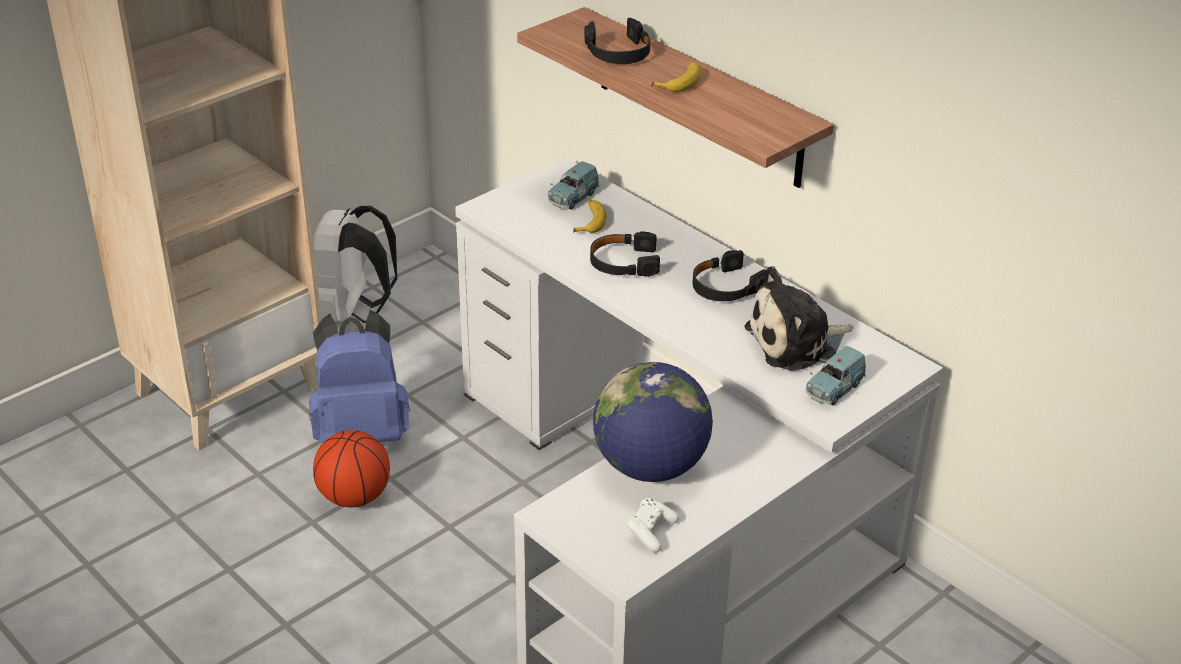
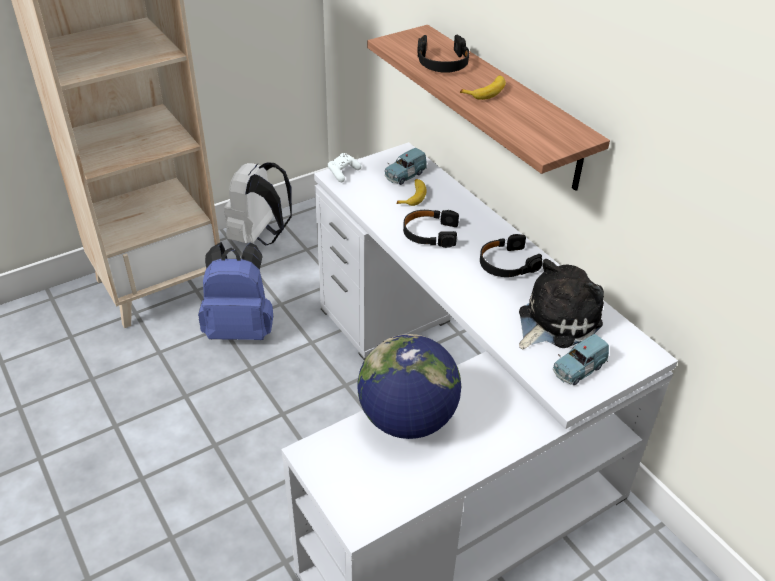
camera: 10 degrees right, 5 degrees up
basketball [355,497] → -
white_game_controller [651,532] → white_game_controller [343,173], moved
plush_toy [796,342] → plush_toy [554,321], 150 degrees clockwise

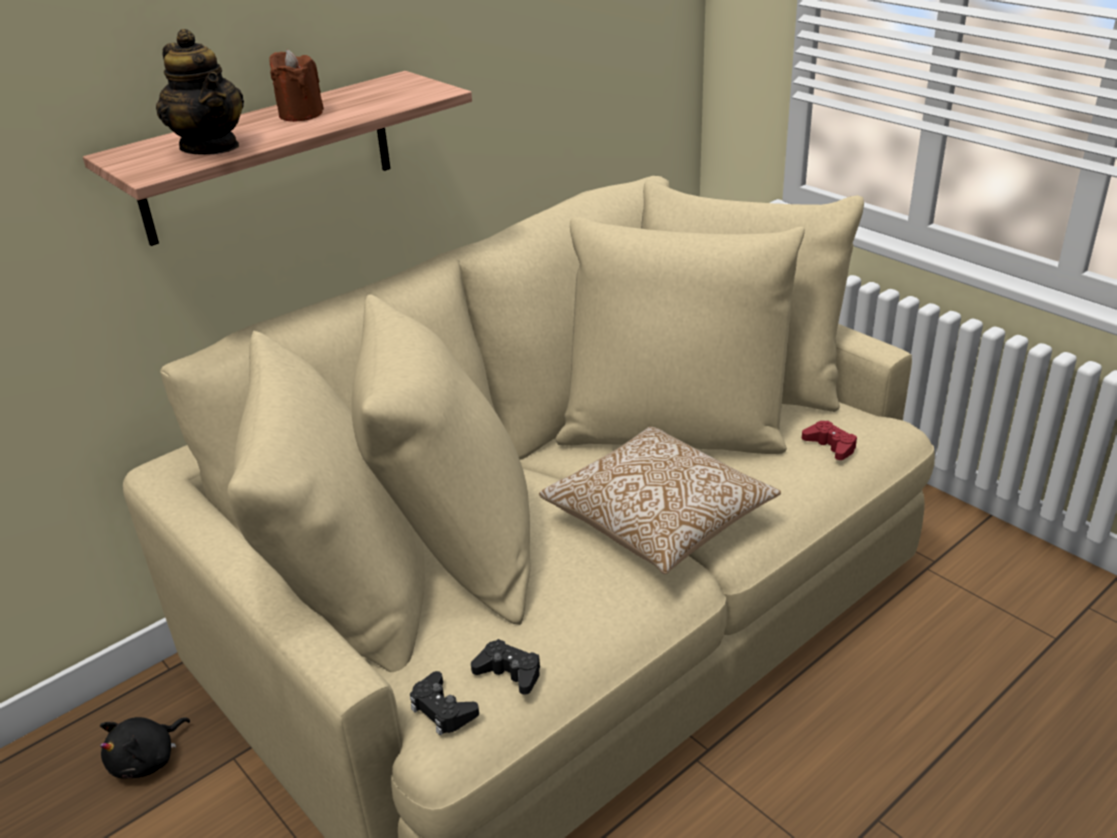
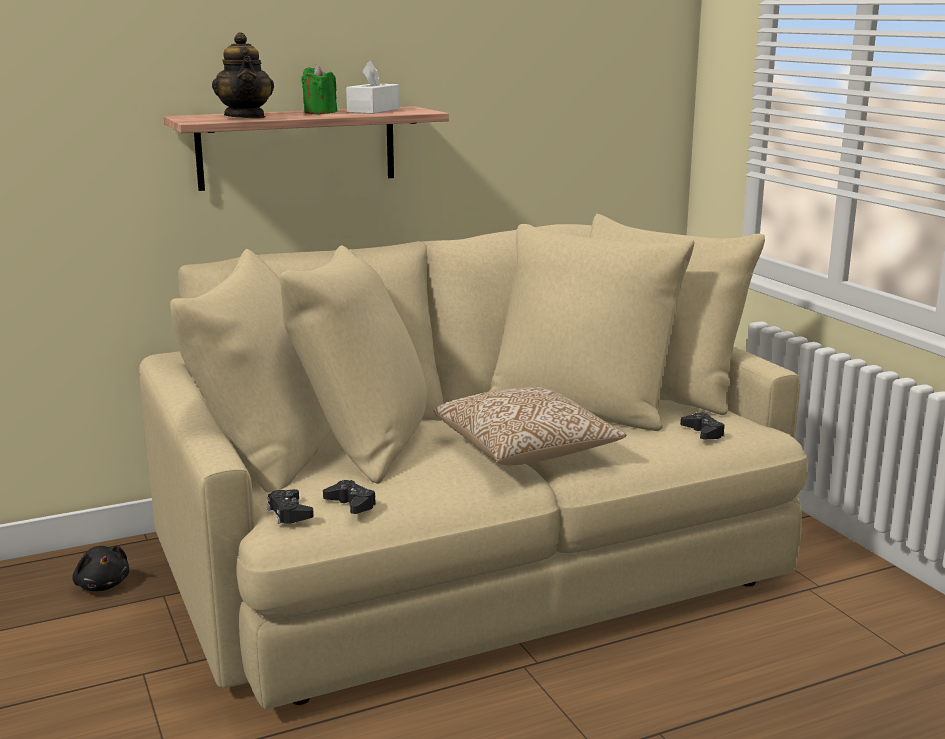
camera: 15 degrees right, 15 degrees down
- → white_tissue_box [373,110]
brown_candle [301,114] → green_candle [320,112]
red_game_controller [830,446] → black_game_controller [703,432]
black_plush_toy [147,760] → black_plush_toy [102,585], 90 degrees counterclockwise

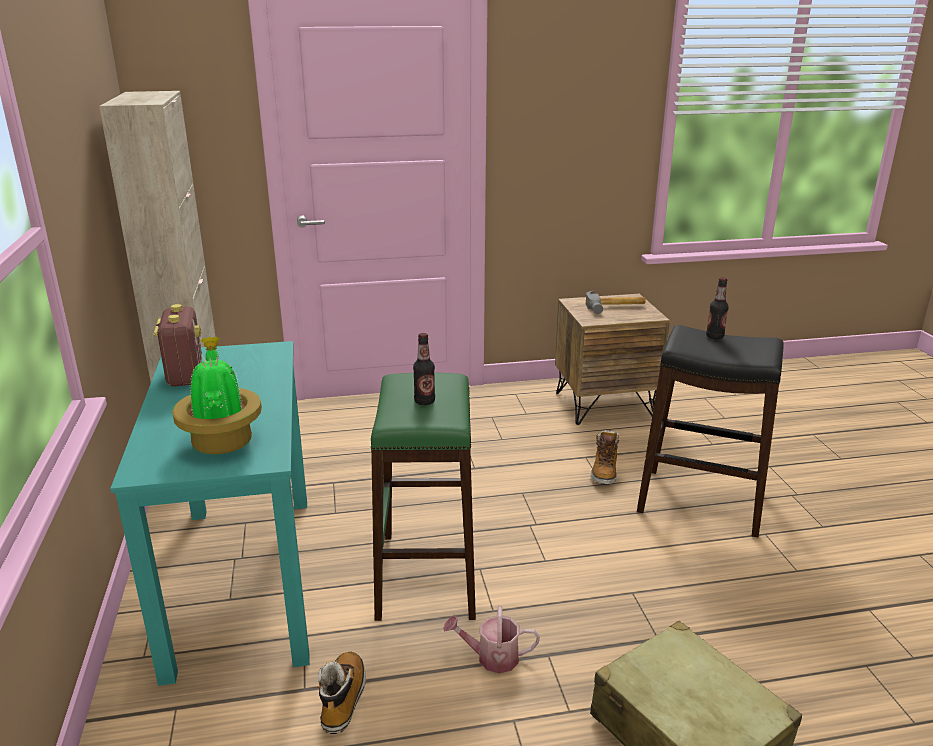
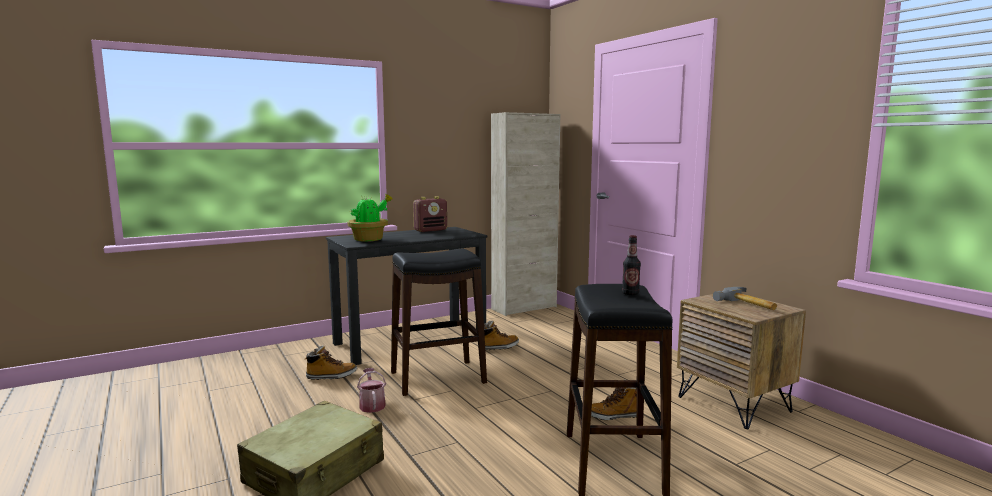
camera: 70 degrees right, 15 degrees down
bottle [424,401] → -
- → boot [498,347]
turquoise_desk [244,578] → black_desk [410,341]
green_stool [427,575] → black_stool [437,378]

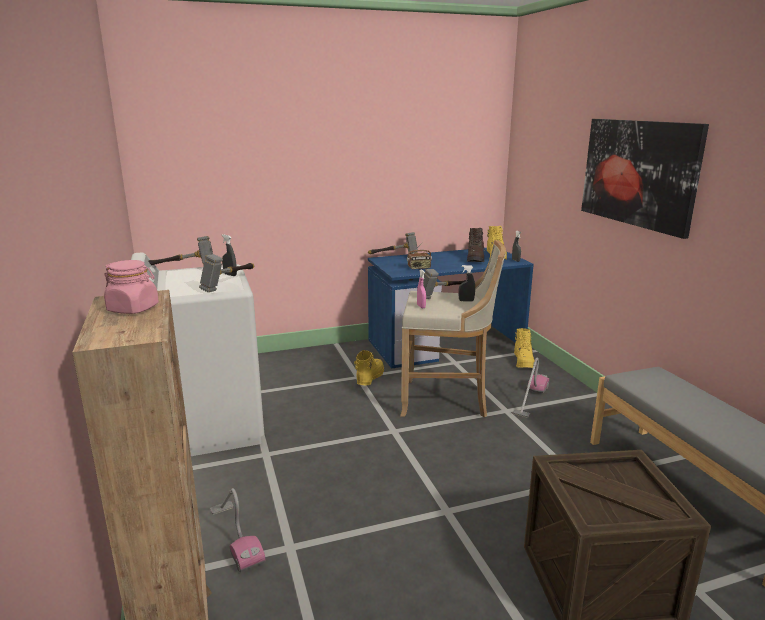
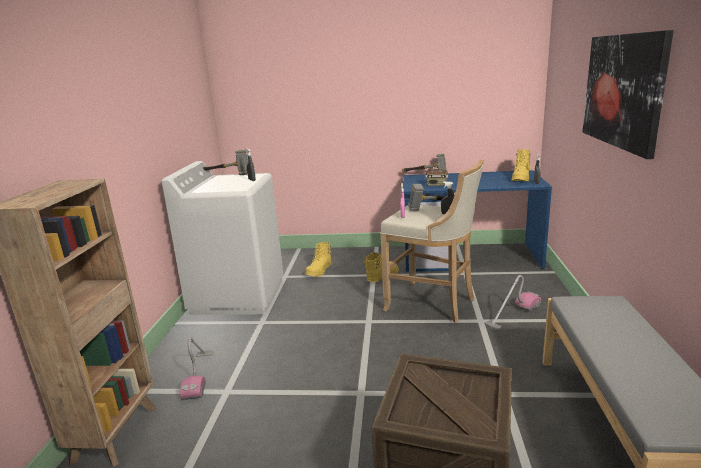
camera: 25 degrees right, 0 degrees up
pink_jar [133,309] → -
hammer [229,284] → -
brown_boot [475,259] → -
yellow_boot [523,362] → yellow_boot [319,271], moved

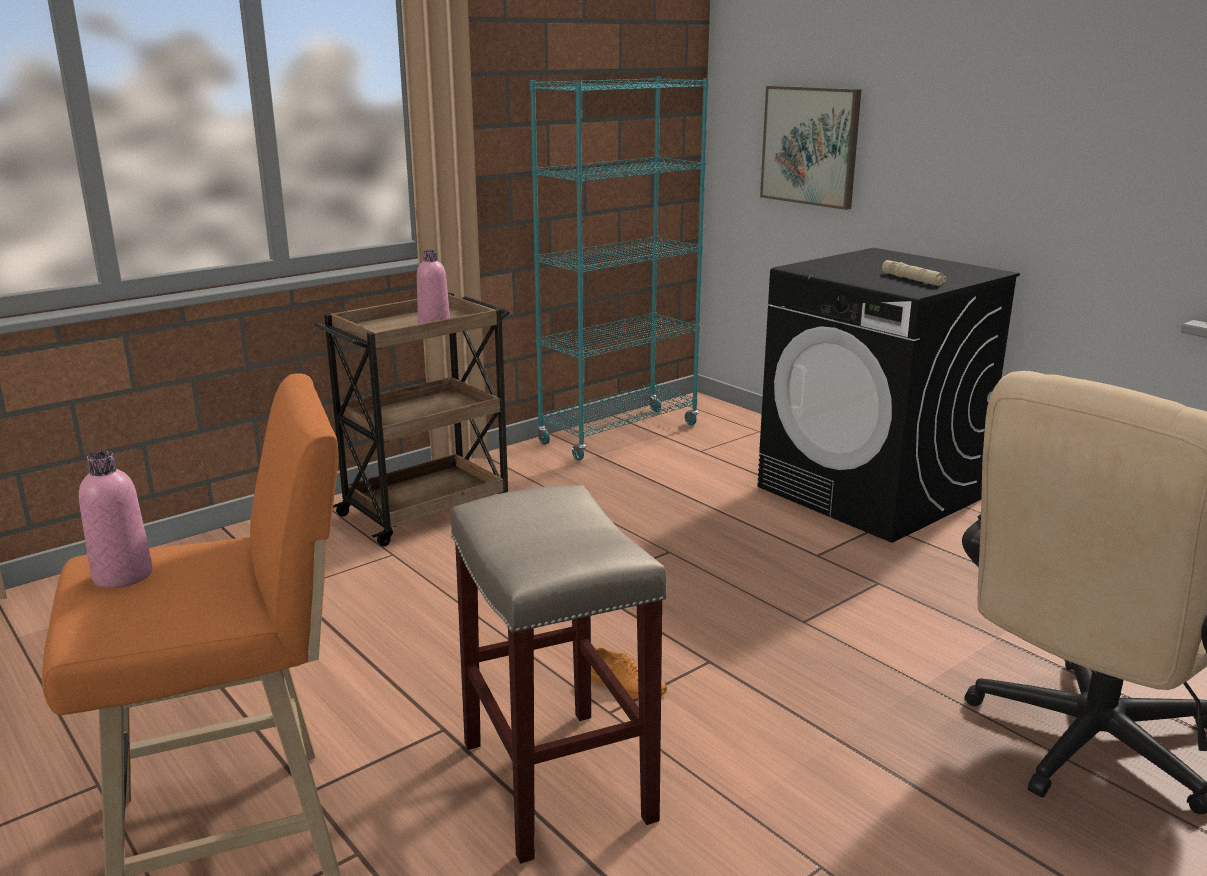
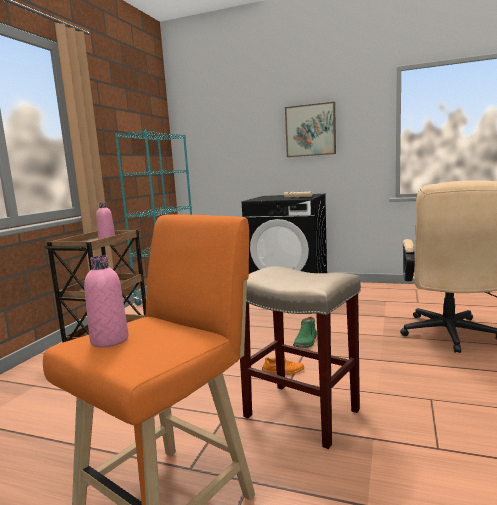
camera: 30 degrees left, 10 degrees down
- → green_boot [306,342]
picture [810,146] → picture [310,130], moved

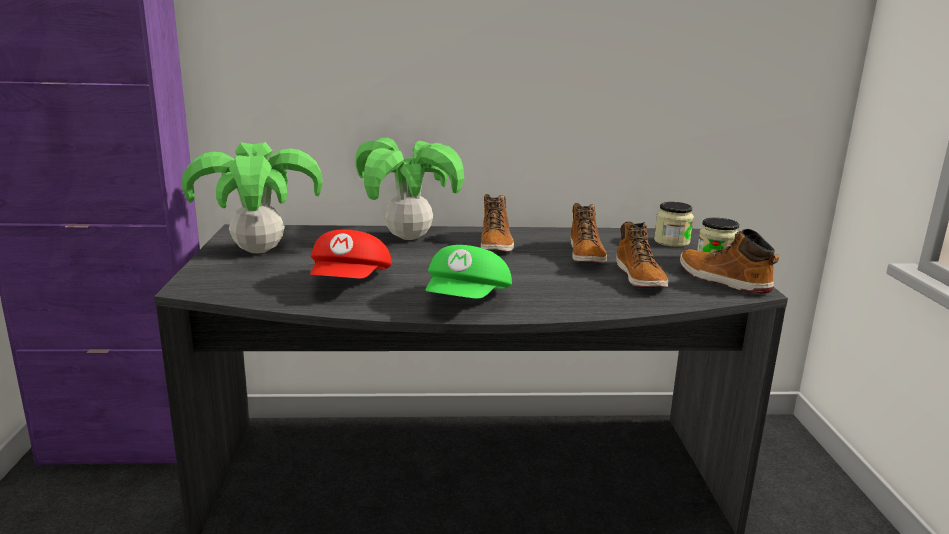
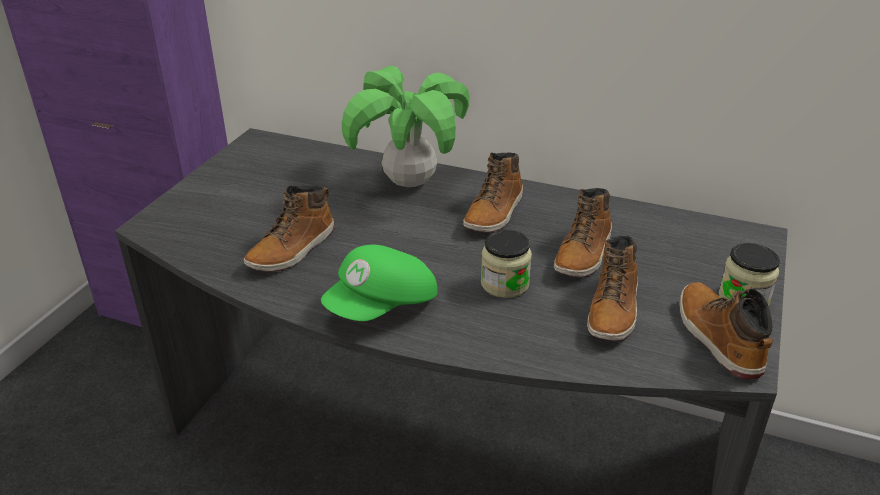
camera: 25 degrees right, 15 degrees up
potted_plant [258,250] → -
jar [671,242] → jar [504,284], moved
red_cap [351,283] → boot [293,250]

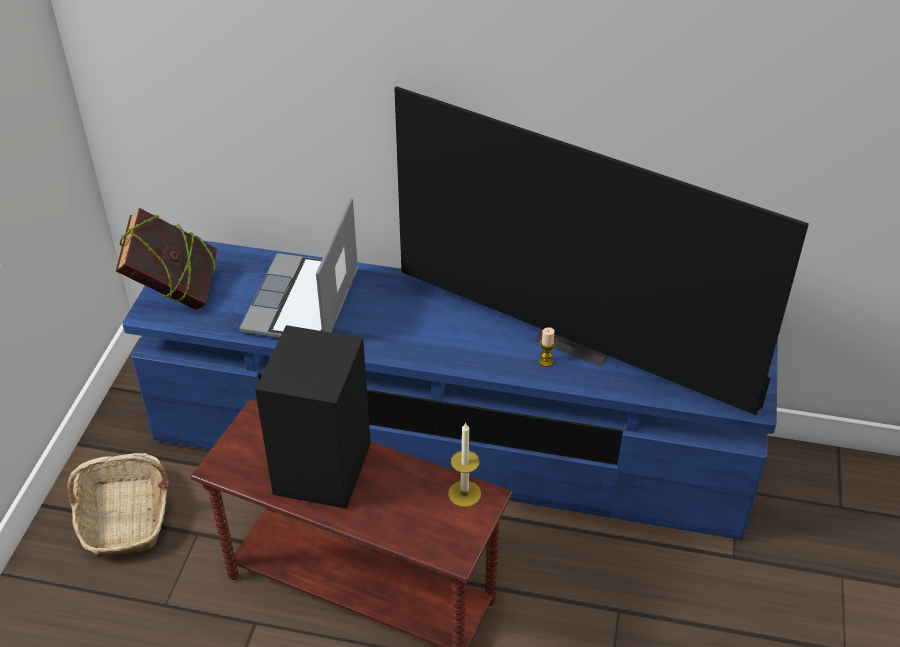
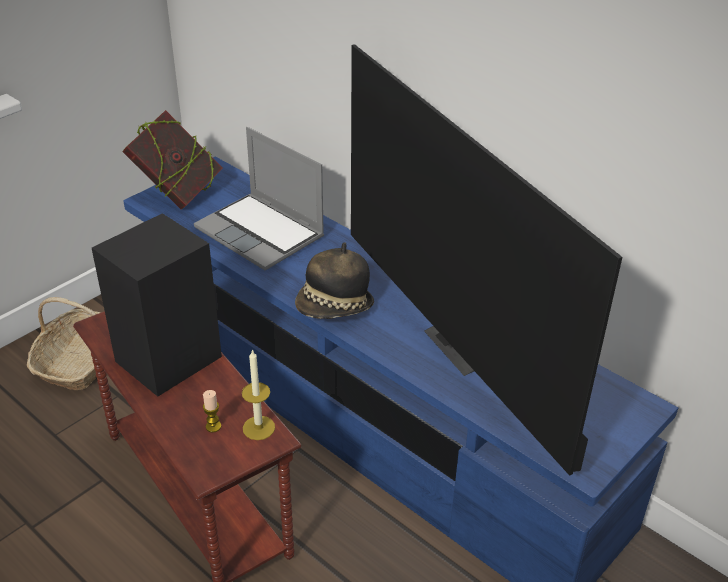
camera: 30 degrees right, 5 degrees down
- → hat [334,308]
candle [546,361] → candle [213,426], moved
laptop [303,303] → laptop [262,233], 90 degrees counterclockwise

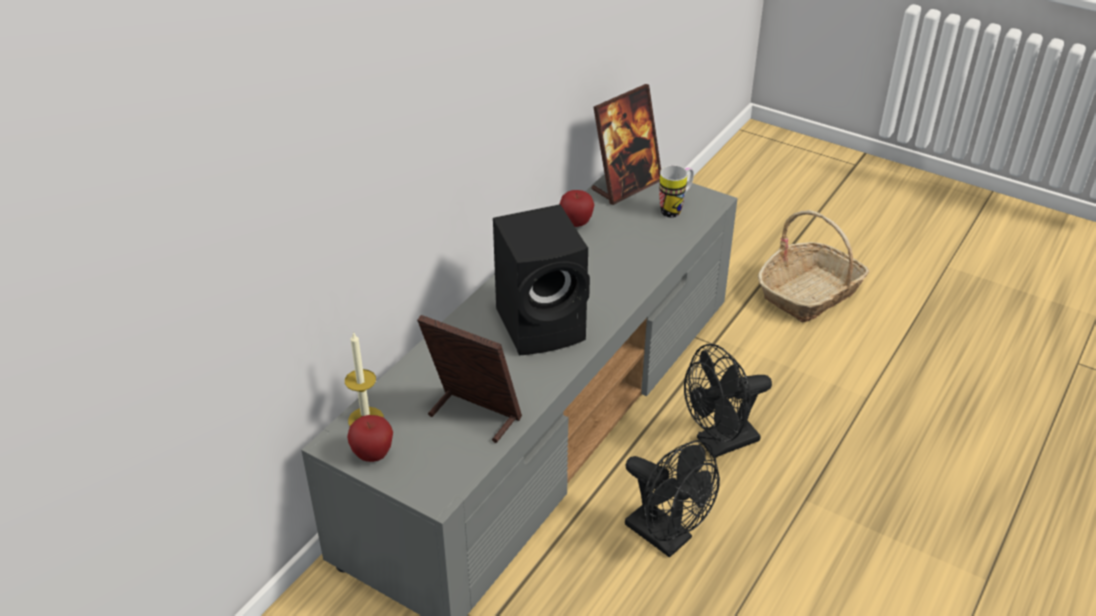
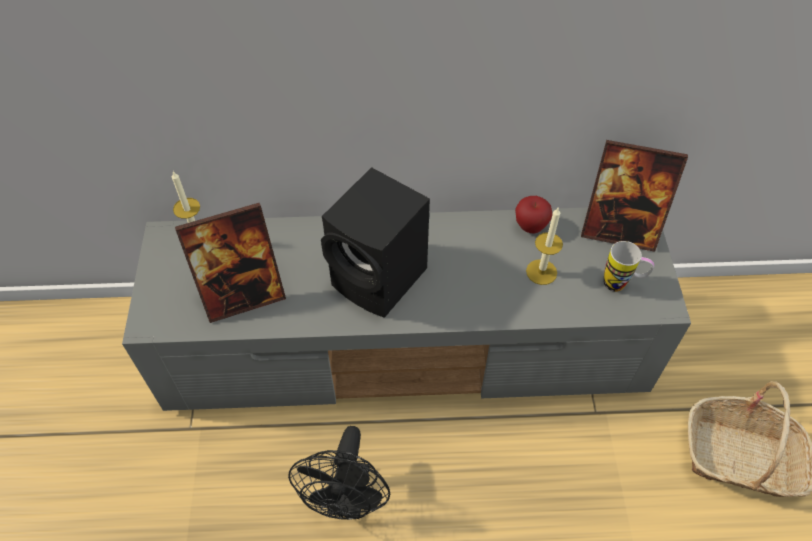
camera: 55 degrees right, 15 degrees up
apple [373,455] → -
black_fan [720,444] → -
- → candle [541,272]
picture_frame [473,416] → picture_frame [243,296], 75 degrees clockwise

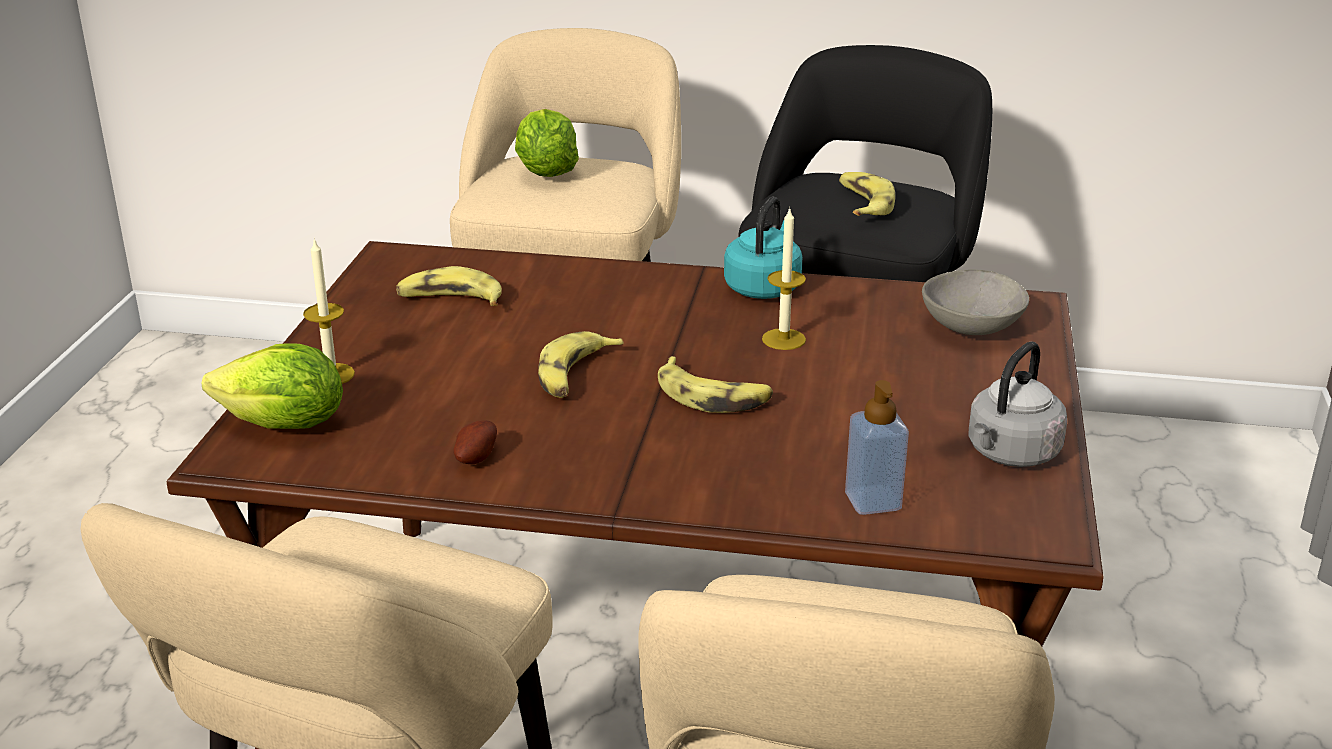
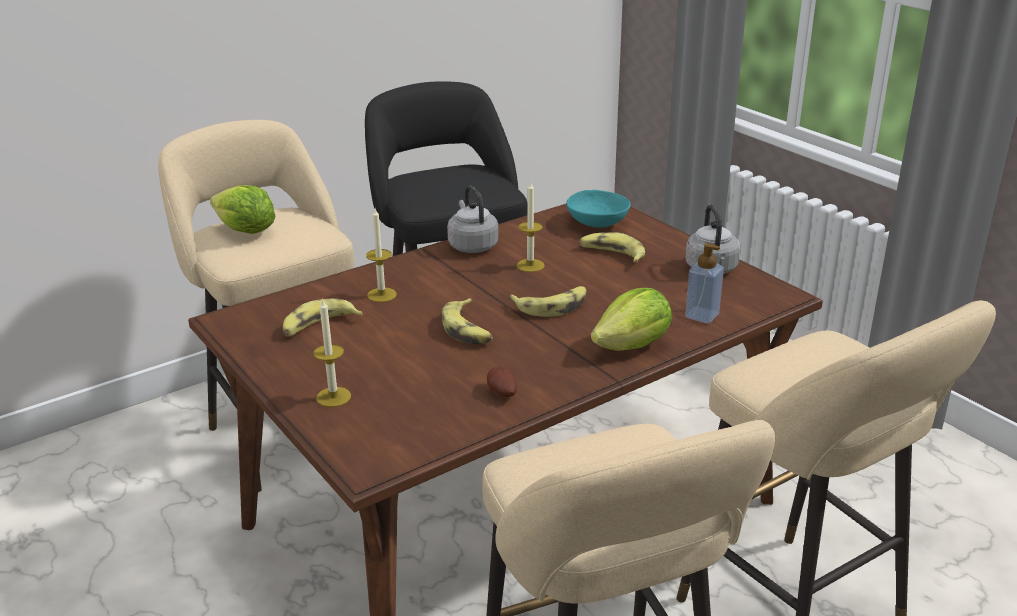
camera: 45 degrees left, 0 degrees up
- → candle [382,295]
lettuce [284,426] → lettuce [633,346], moved
banana [863,204] → banana [612,254], moved
turquoise_kettle [764,287] → grey_kettle [472,245]
grey_bowl [970,327] → turquoise_bowl [596,223]

